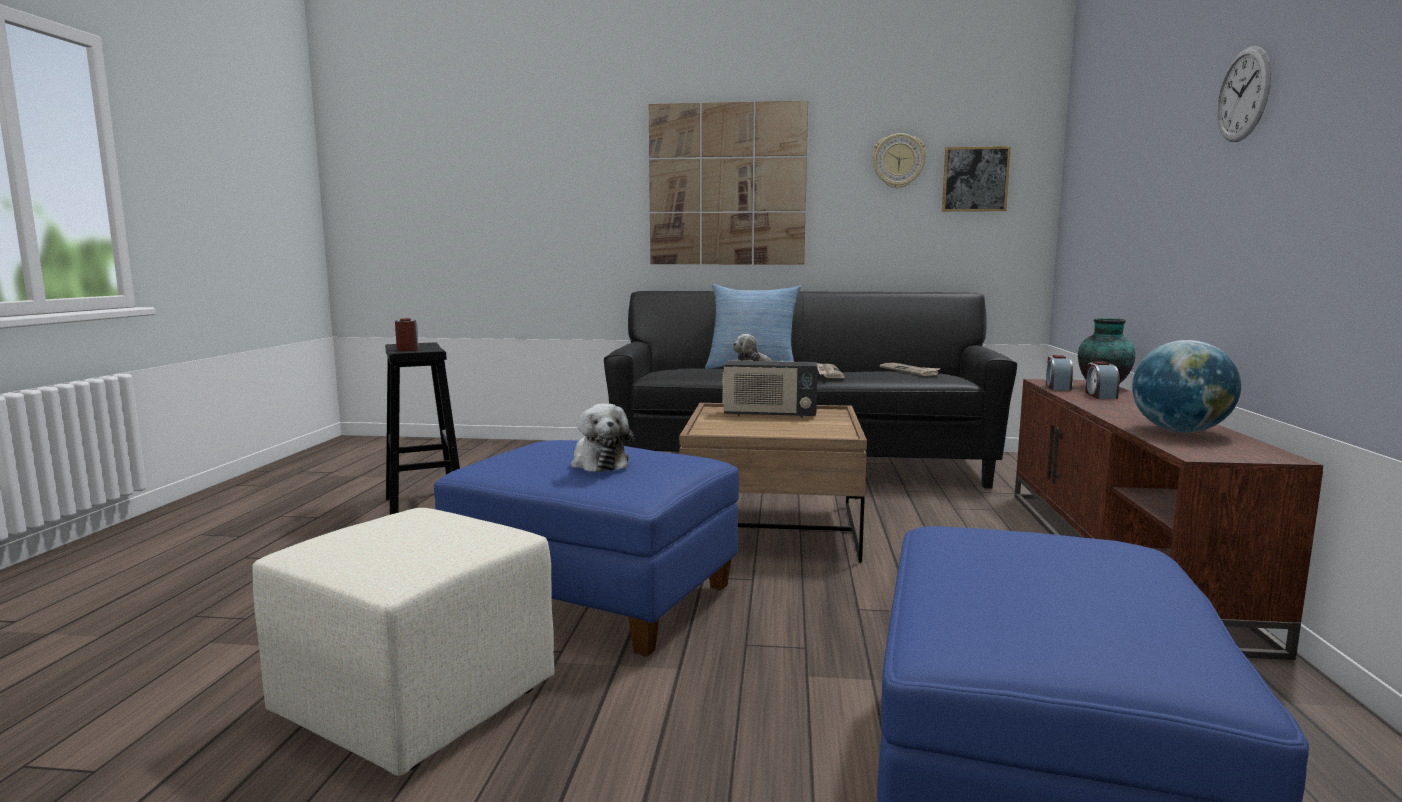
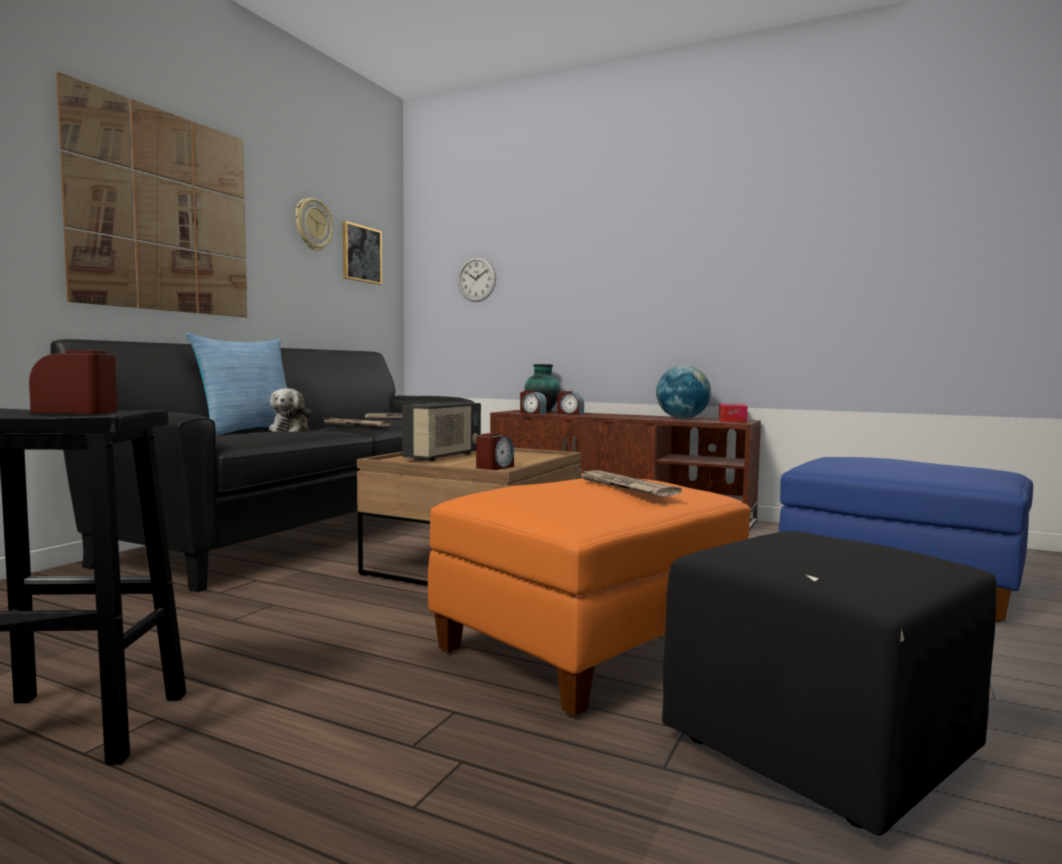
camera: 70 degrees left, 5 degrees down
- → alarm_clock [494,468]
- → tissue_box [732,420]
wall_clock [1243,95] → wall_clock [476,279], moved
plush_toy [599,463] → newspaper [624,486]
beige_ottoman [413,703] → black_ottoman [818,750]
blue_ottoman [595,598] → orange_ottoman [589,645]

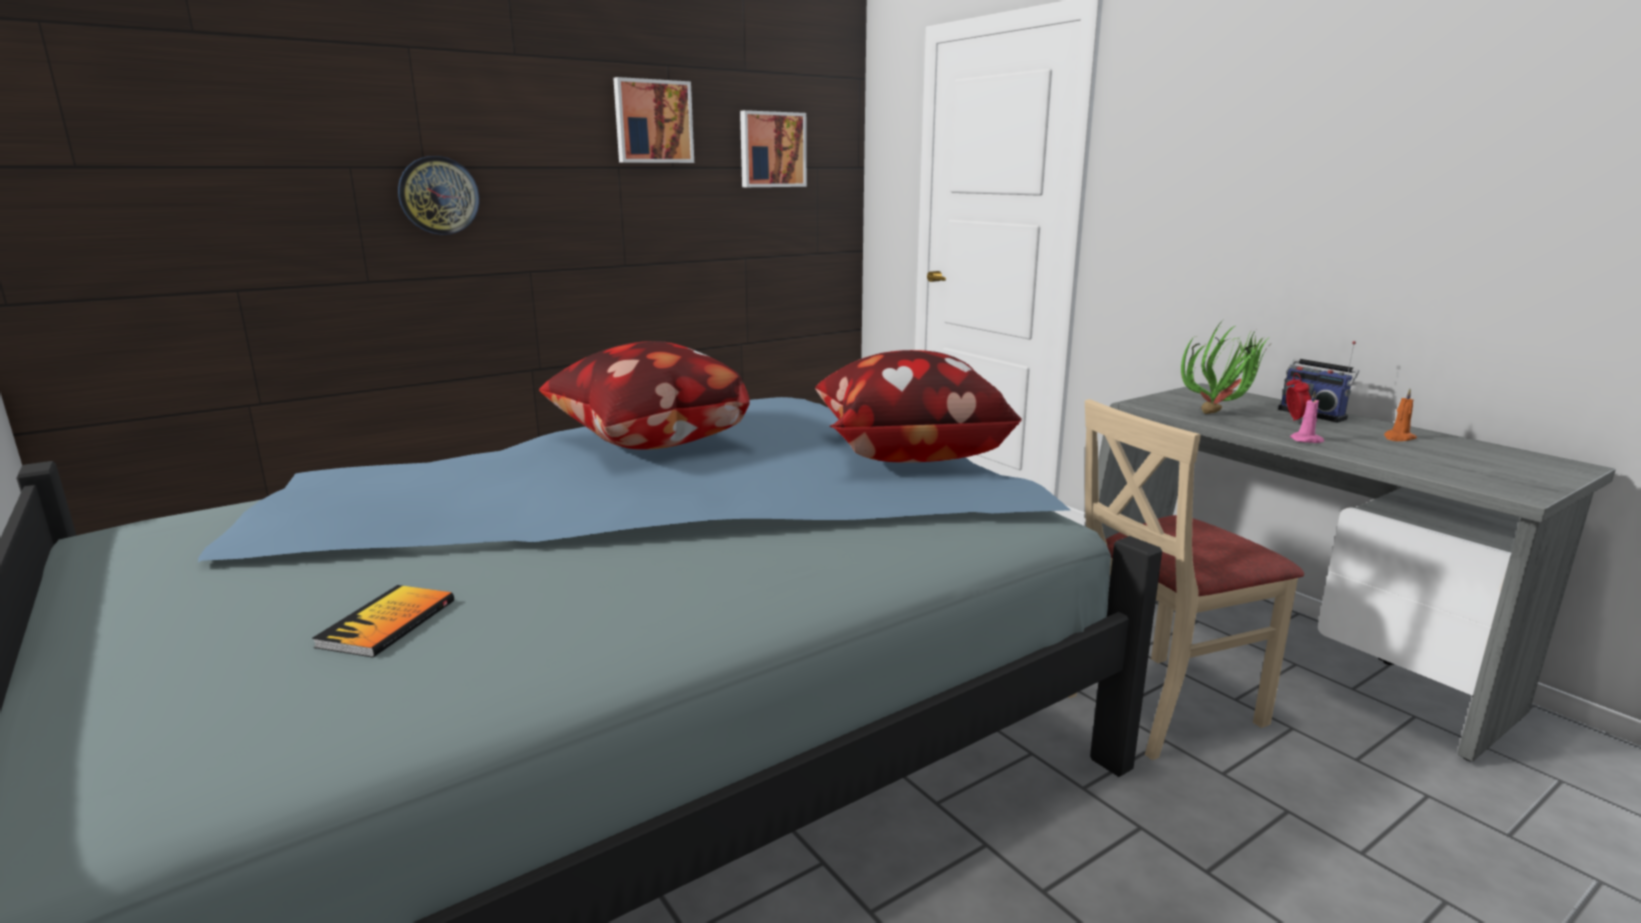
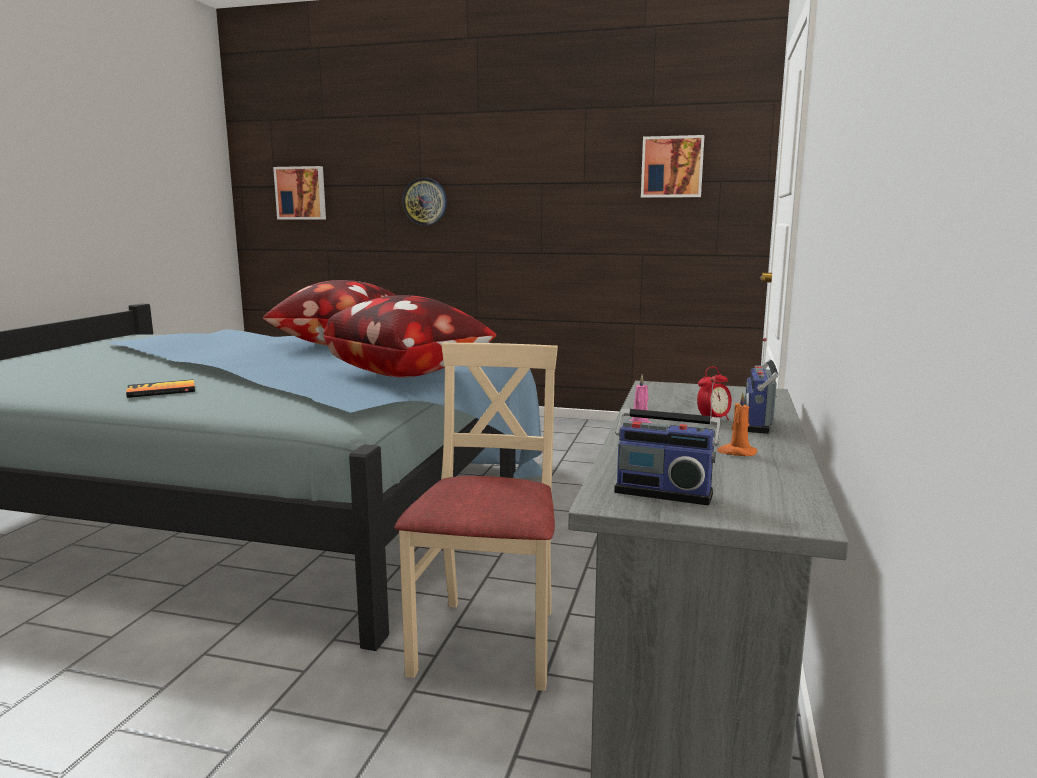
camera: 50 degrees right, 5 degrees down
potted_plant [1221,415] → -
- → radio [664,492]
book [387,623] → book [161,391], moved
picture [653,122] → picture [301,193], moved
beige_chair [1160,705] → beige_chair [488,642], 75 degrees clockwise

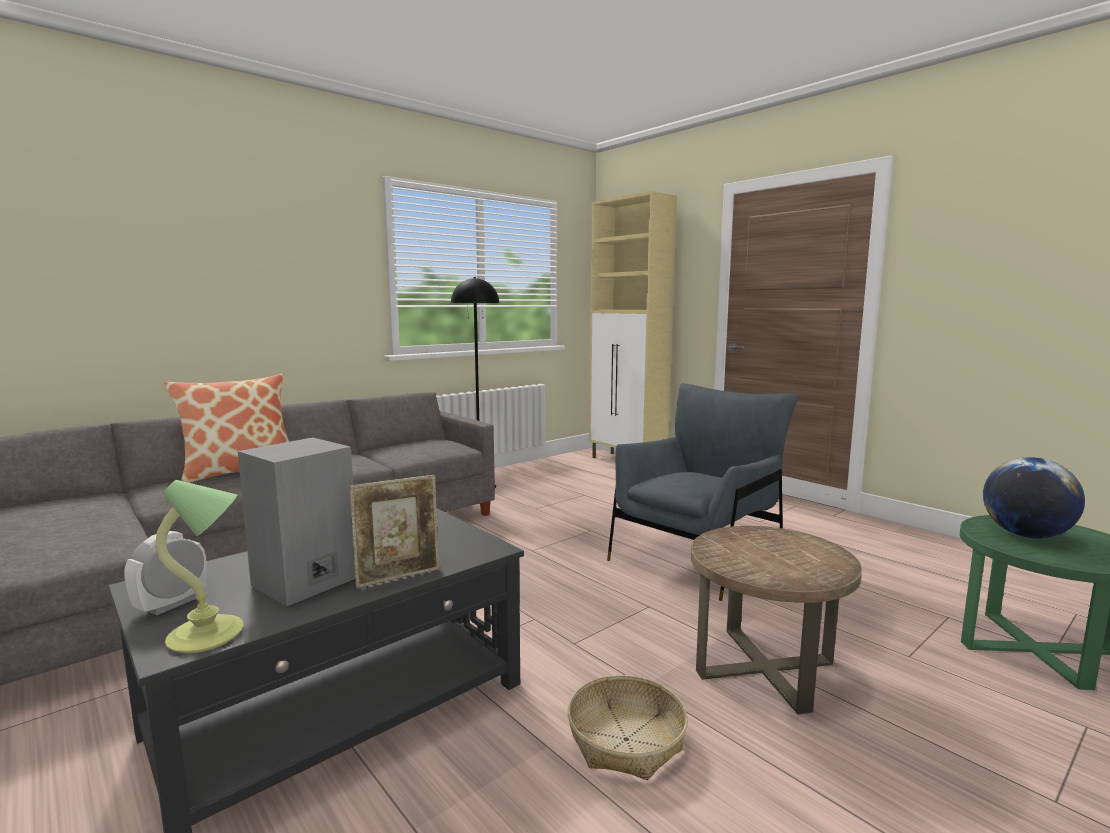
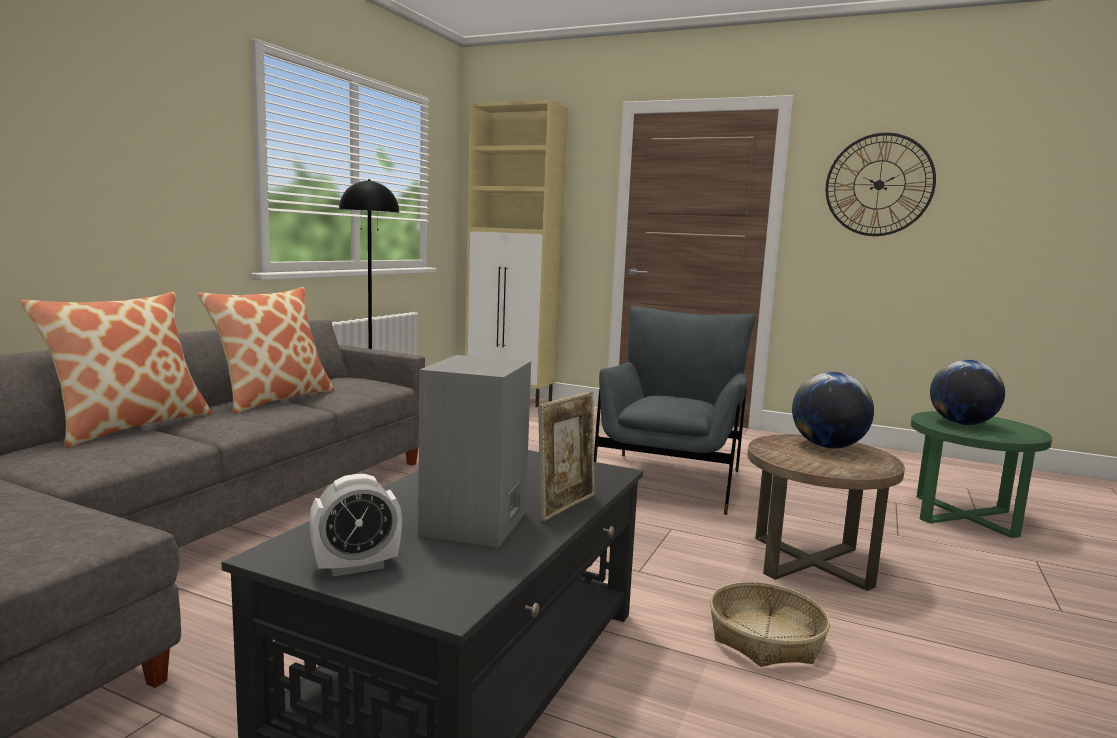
camera: 25 degrees left, 0 degrees up
table_lamp [209,635] → -
- → pillow [273,399]
- → globe [827,447]
- → wall_clock [879,185]
alarm_clock [171,604] → alarm_clock [356,567], 120 degrees counterclockwise

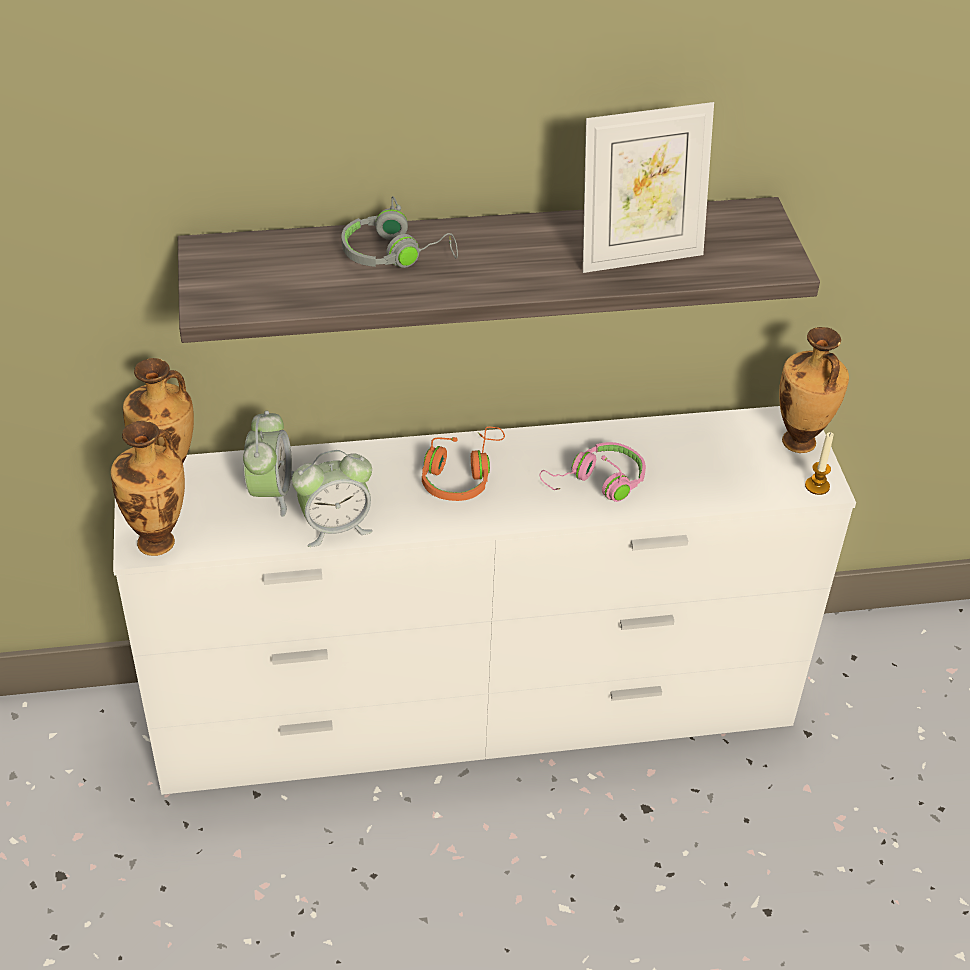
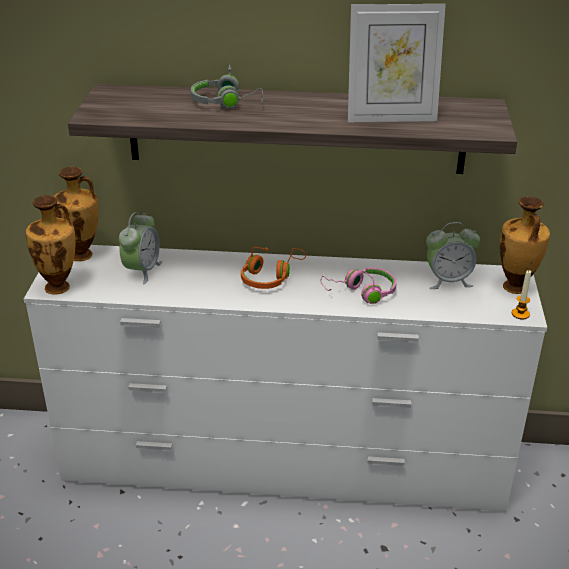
camera: 15 degrees right, 10 degrees down
alarm_clock [335,526] → alarm_clock [448,280], moved

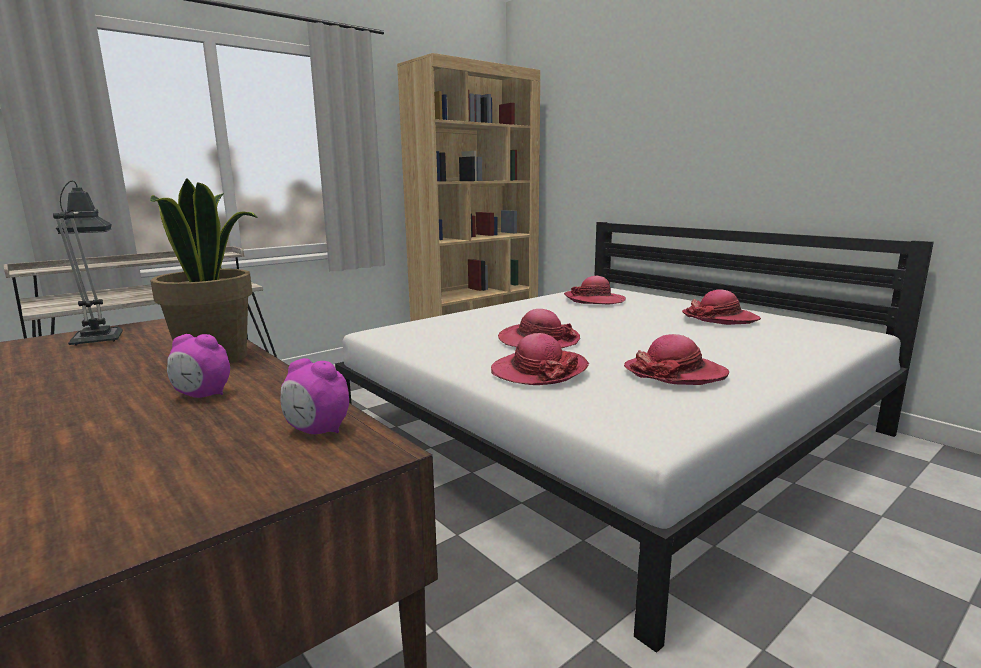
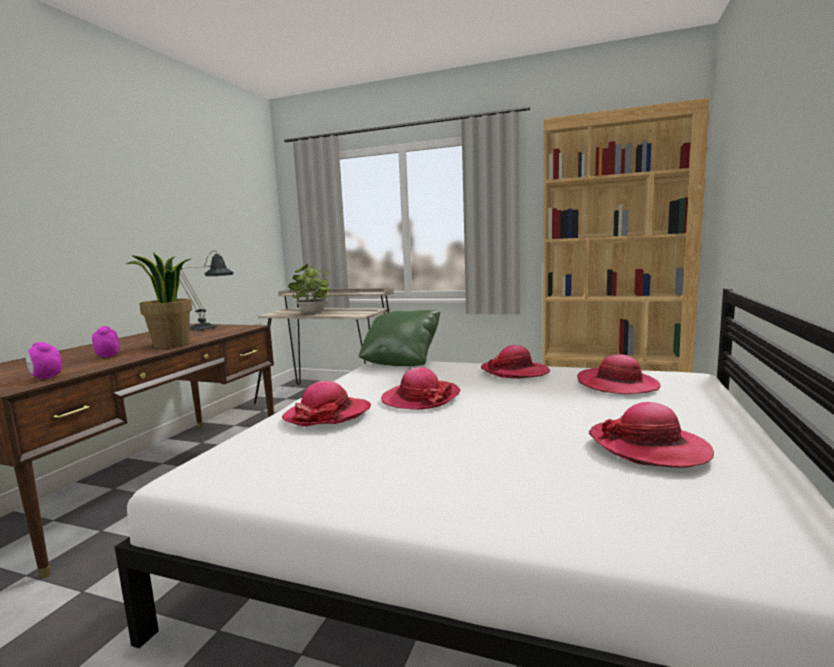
camera: 60 degrees right, 5 degrees down
- → potted_plant [312,313]
- → green_pillow [401,362]
hat [674,373] → hat [515,372], moved
alarm_clock [317,431] → alarm_clock [46,377], 45 degrees counterclockwise

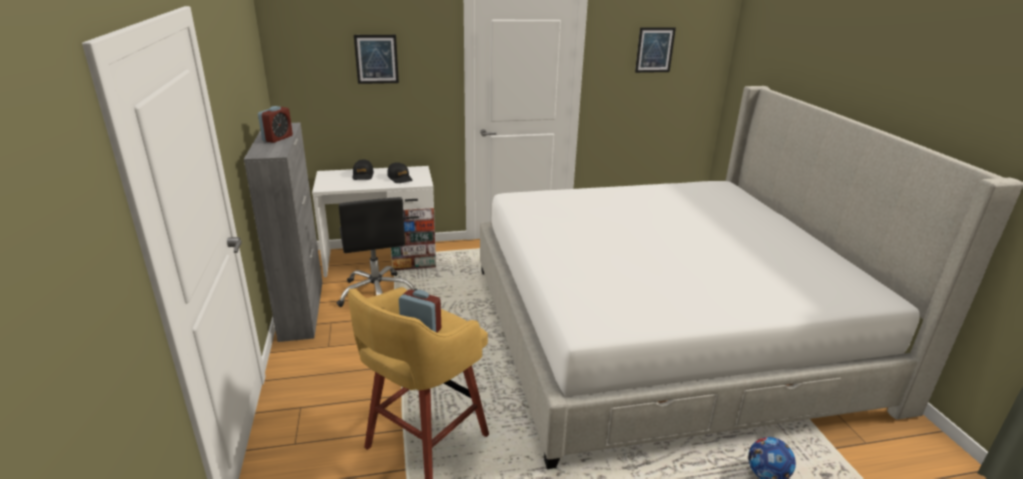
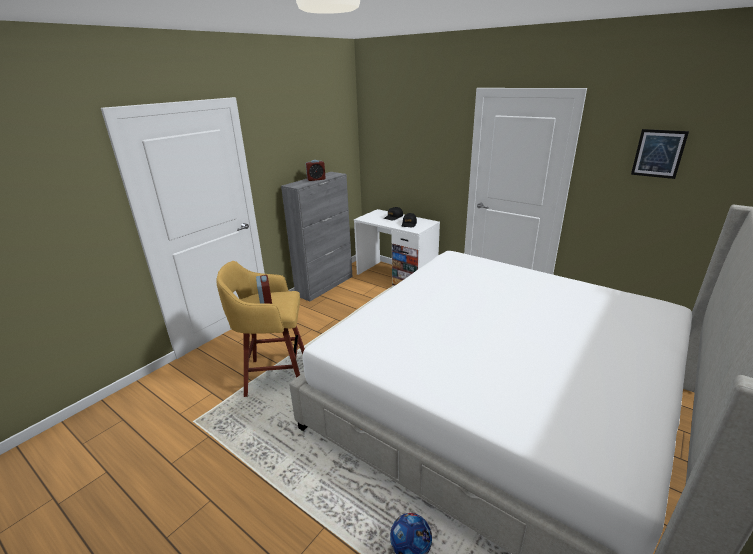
camera: 50 degrees right, 0 degrees up
black_office_chair [377,294] → -
picture [376,59] → -

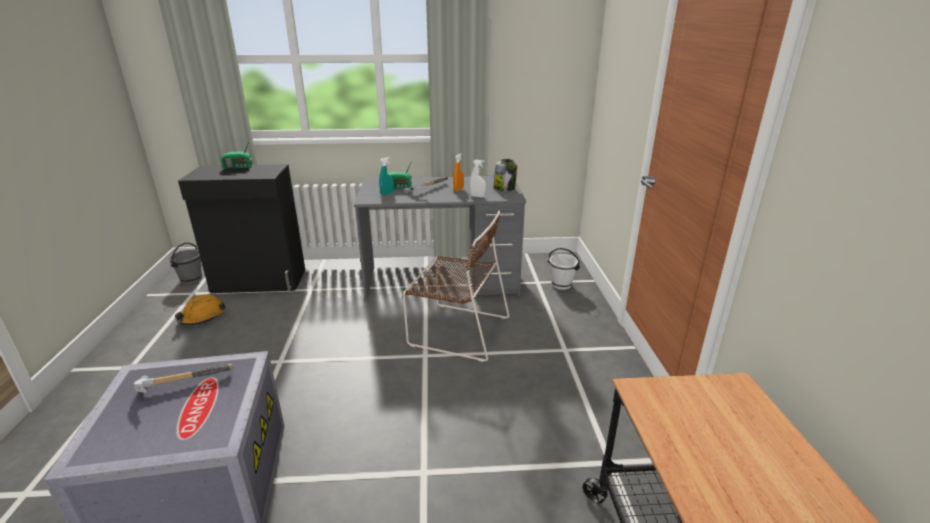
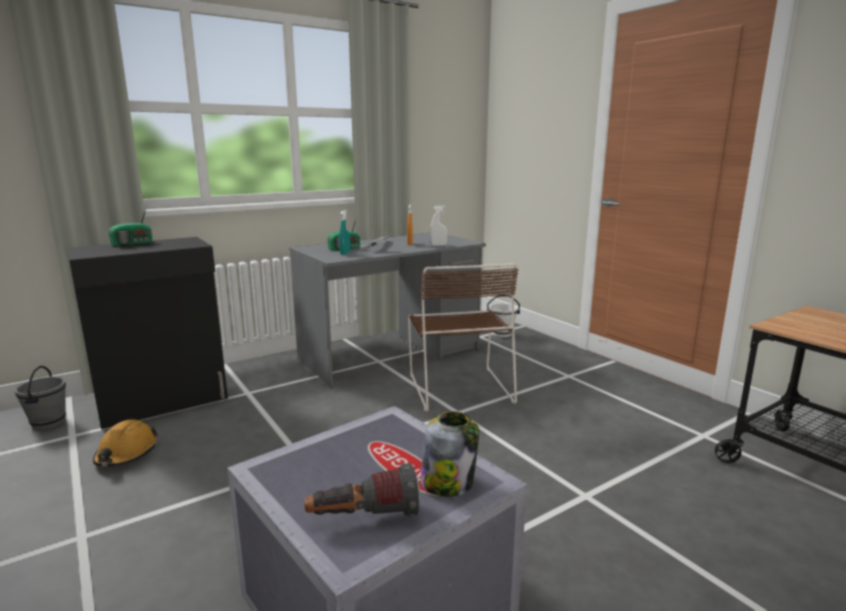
camera: 30 degrees left, 10 degrees down
hammer [182,382] → -
- → flashlight [364,518]
jar [504,188] → jar [448,482], moved
brown_chair [456,330] → brown_chair [459,386], 90 degrees clockwise

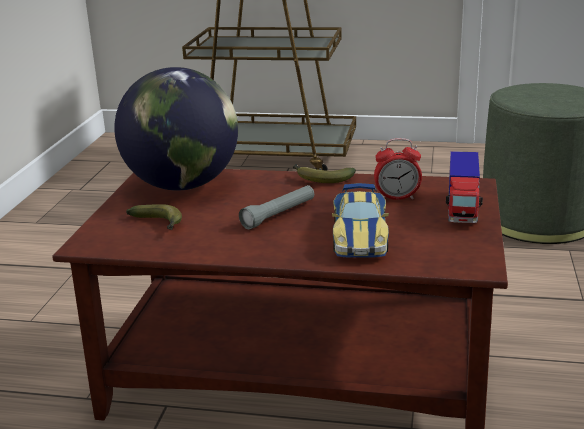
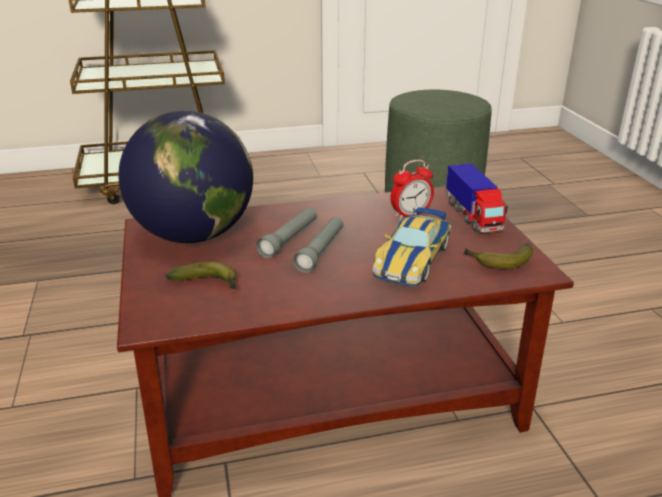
camera: 25 degrees left, 5 degrees up
- → grey_flashlight [289,239]
banana [320,179] → banana [498,262], moved
toy_car [360,234] → toy_car [413,258], 45 degrees clockwise

